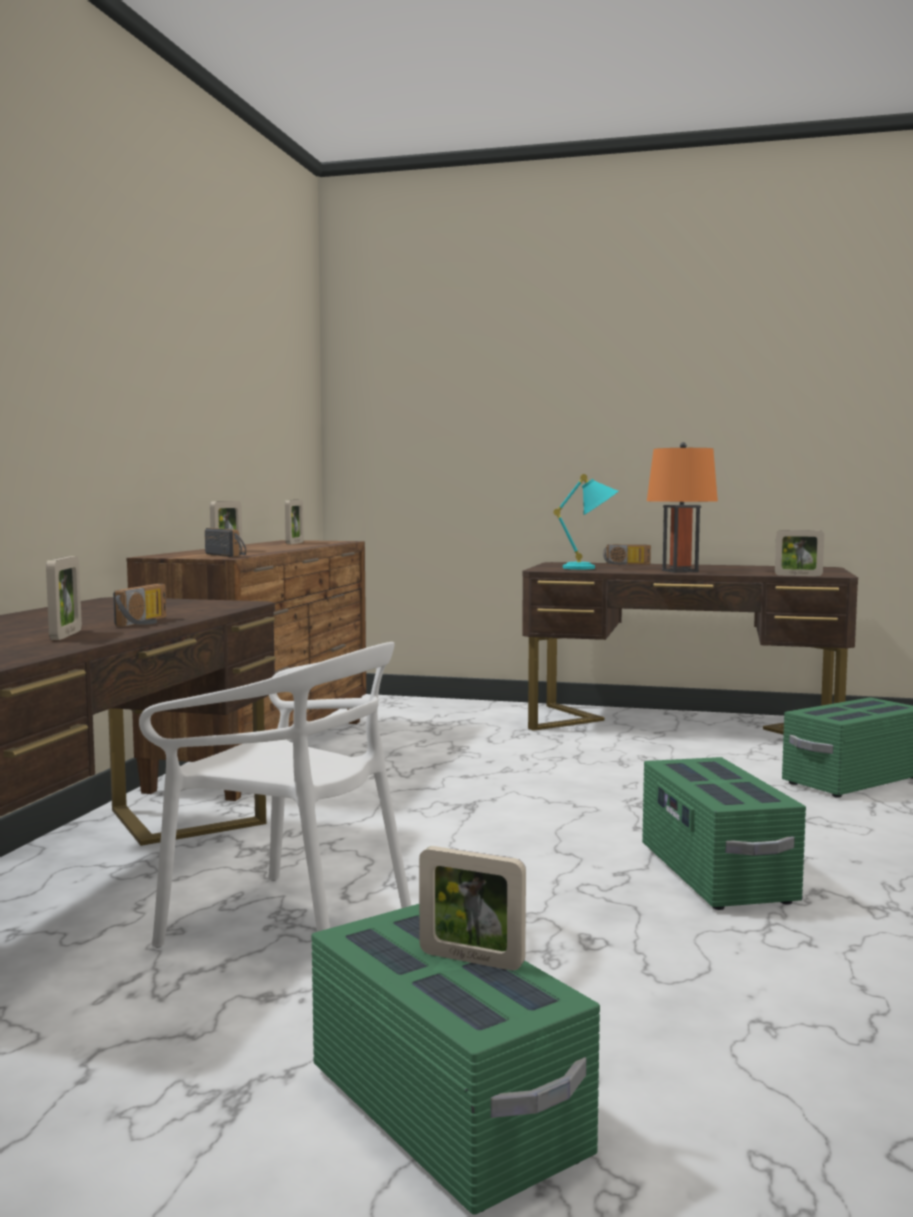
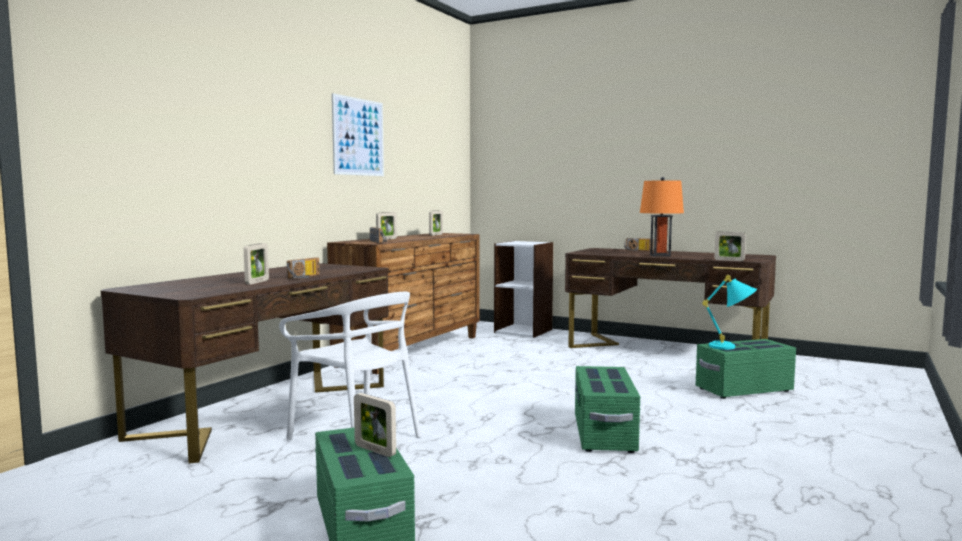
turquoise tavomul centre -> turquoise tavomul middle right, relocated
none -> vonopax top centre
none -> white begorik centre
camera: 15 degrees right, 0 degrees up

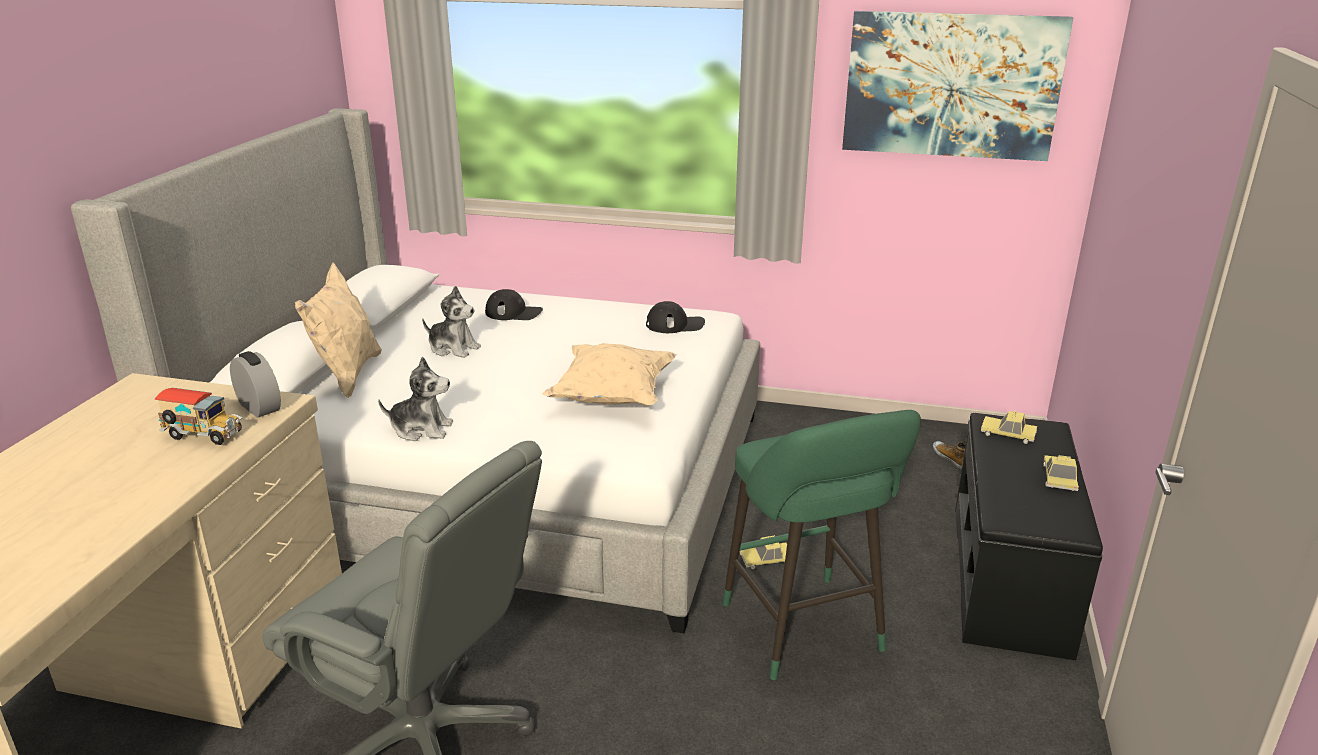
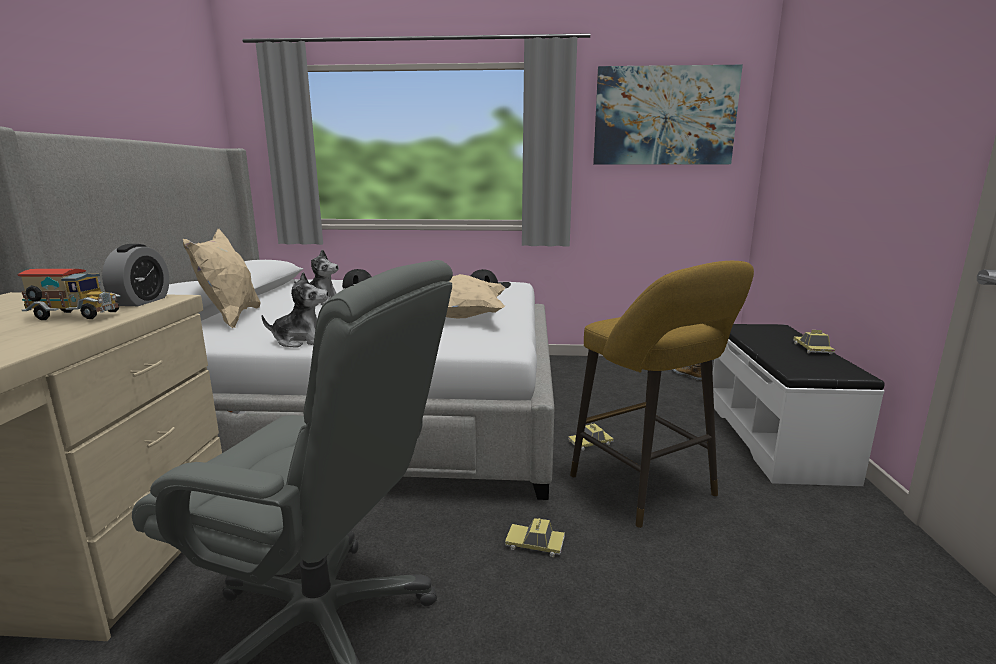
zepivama middle left, 60 degrees clockwise
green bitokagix bottom centre -> yellow bitokagix centre
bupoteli (no. 2 from left in the first image) middle right -> bupoteli (no. 1 from left) bottom centre, relocated
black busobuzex bottom right -> white busobuzex middle right
camera: 10 degrees left, 10 degrees down

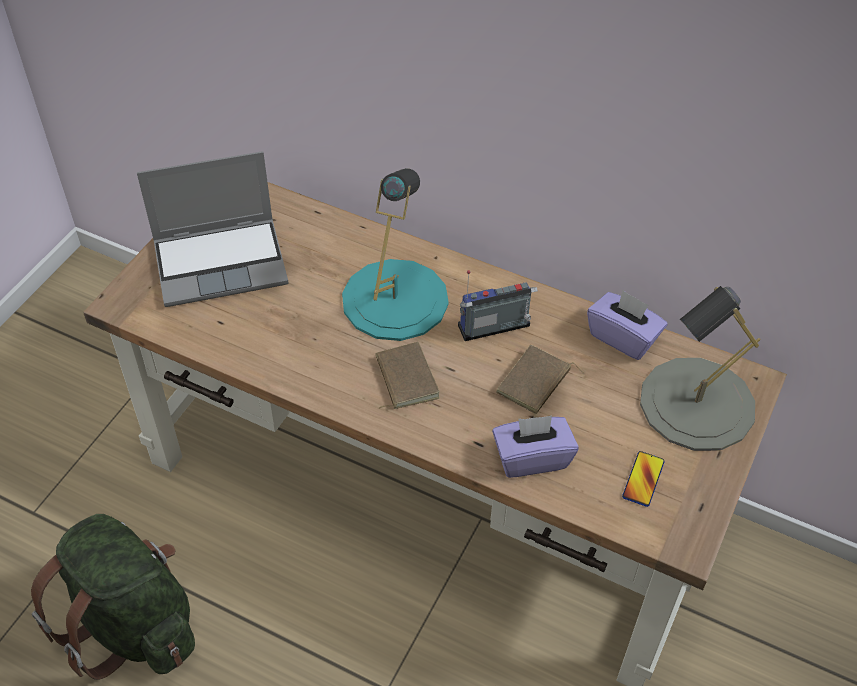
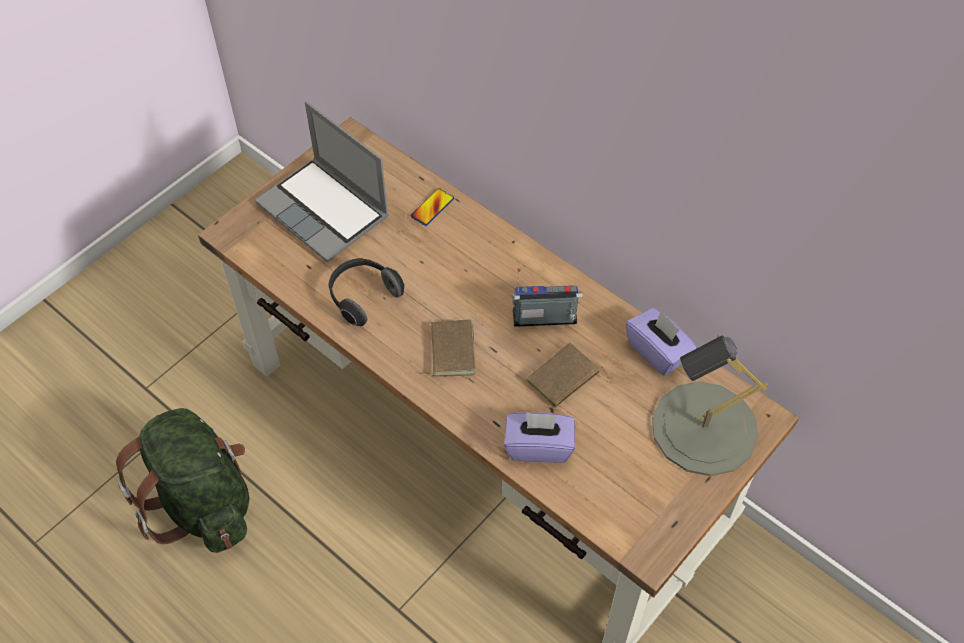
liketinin middle left -> liketinin top centre, 45 degrees clockwise
turquoise tavomul centre -> none
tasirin bottom right -> tasirin top centre, relocated
none -> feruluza centre
camera: 15 degrees right, 5 degrees up

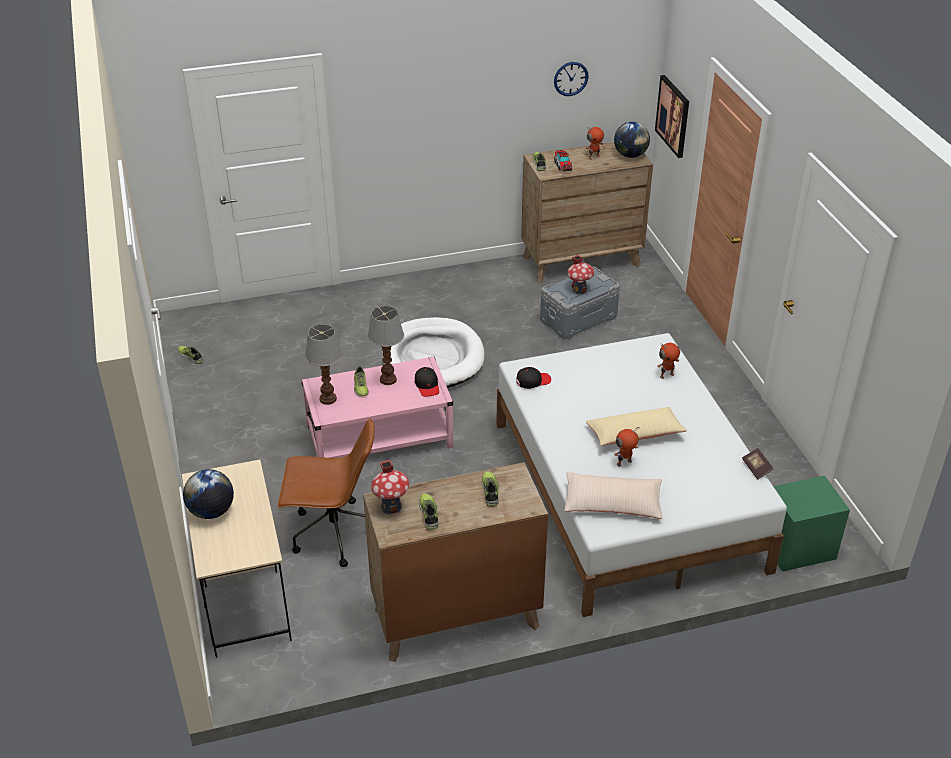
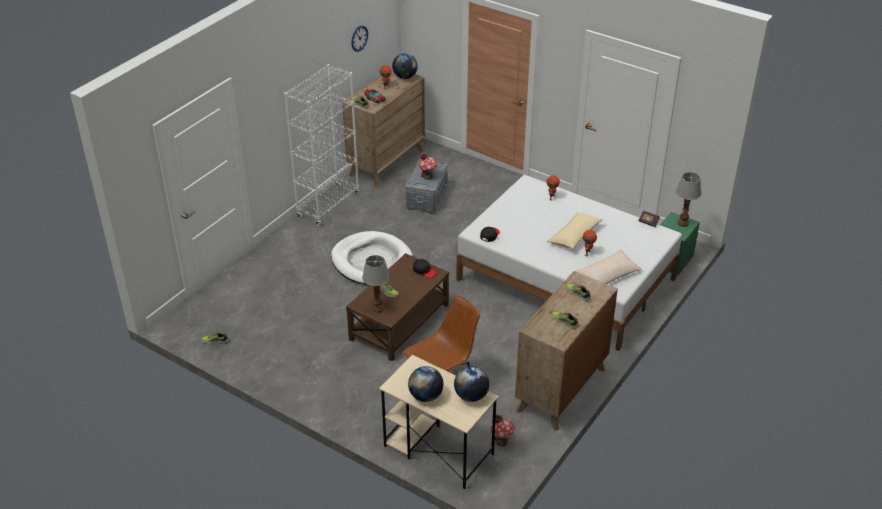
vonopax top right -> none
tavomul (no. 2 from left) centre -> tavomul (no. 2 from left) middle right, relocated
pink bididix centre -> brown bididix centre
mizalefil (no. 1 from left in the first image) centre -> mizalefil (no. 2 from left) bottom centre, relocated
none -> white begorik top centre
none -> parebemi (no. 3 from left) bottom centre
camera: 40 degrees left, 0 degrees up

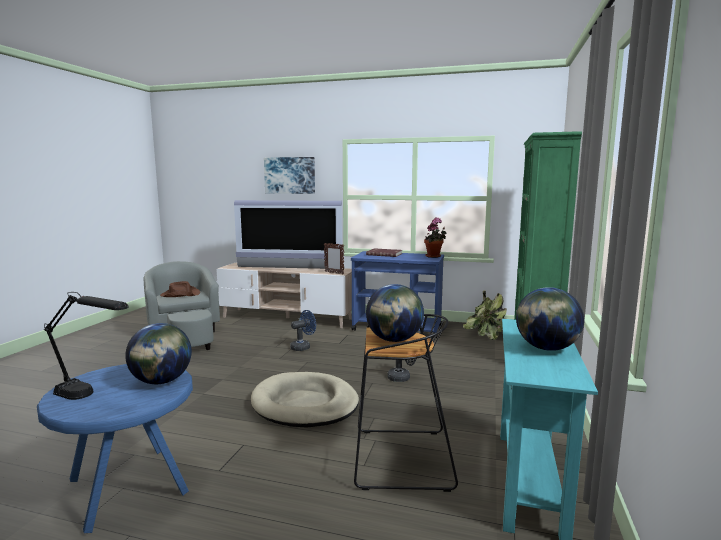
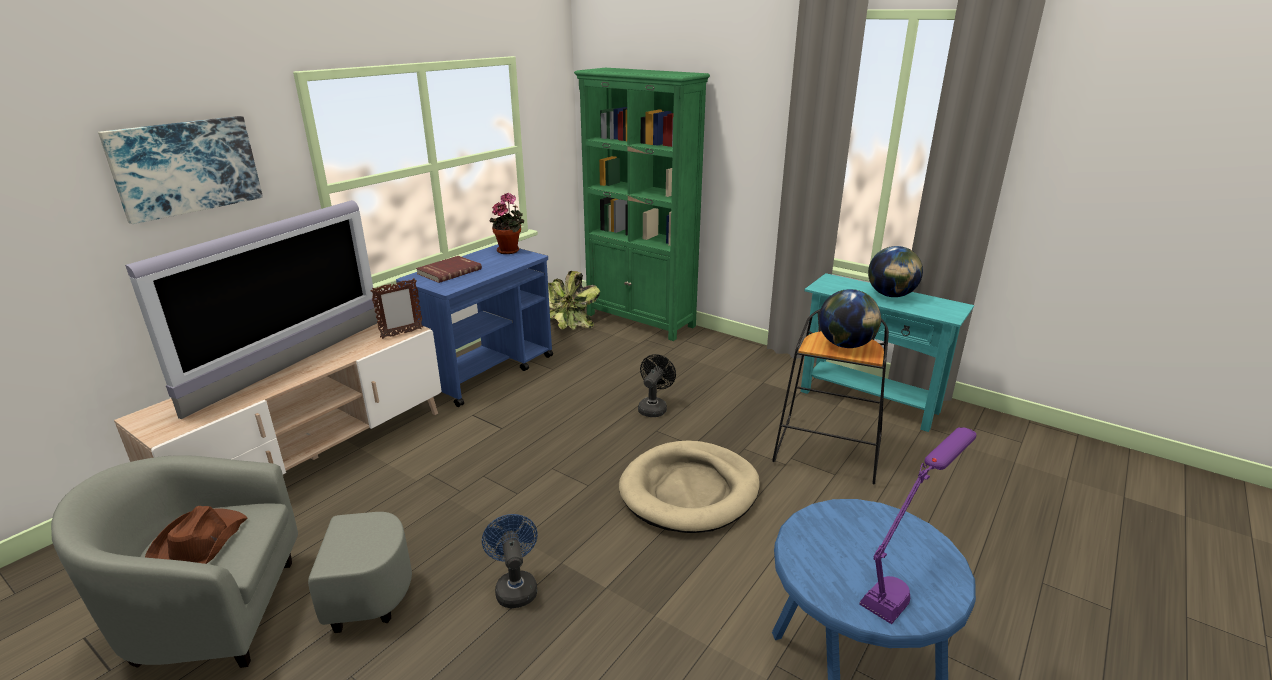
black tavomul middle left -> purple tavomul bottom right
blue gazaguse centre -> blue gazaguse bottom centre, relocated
parebemi (no. 1 from left) middle left -> none
camera: 70 degrees left, 15 degrees up

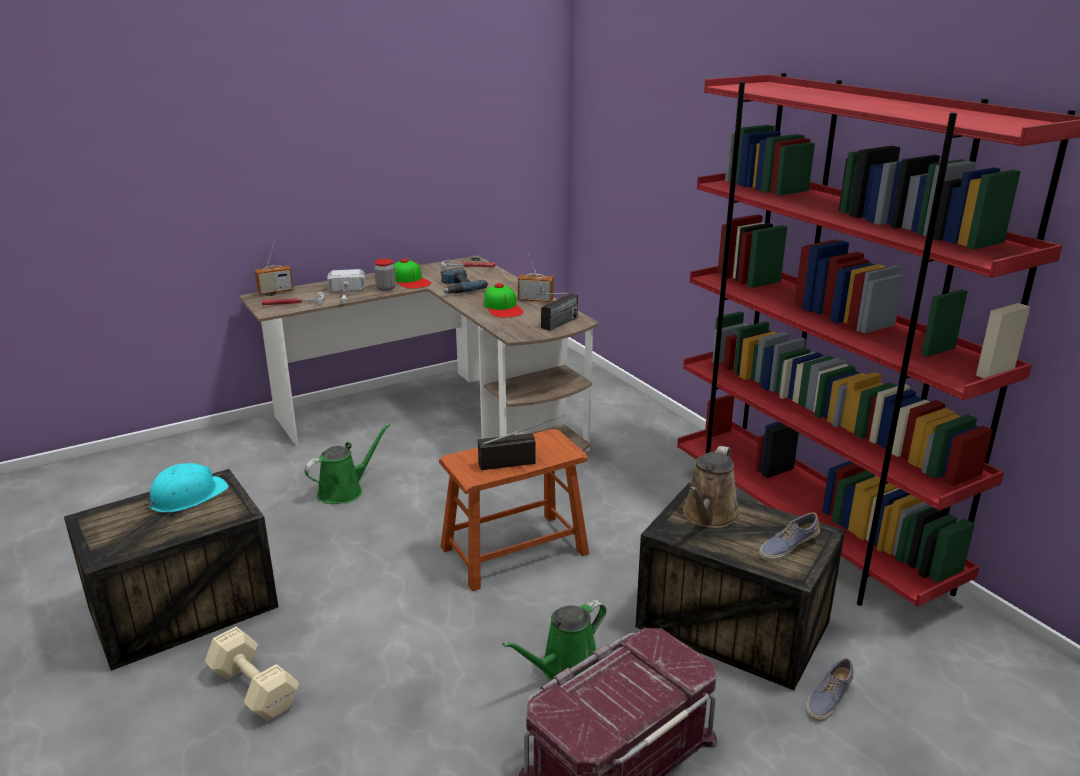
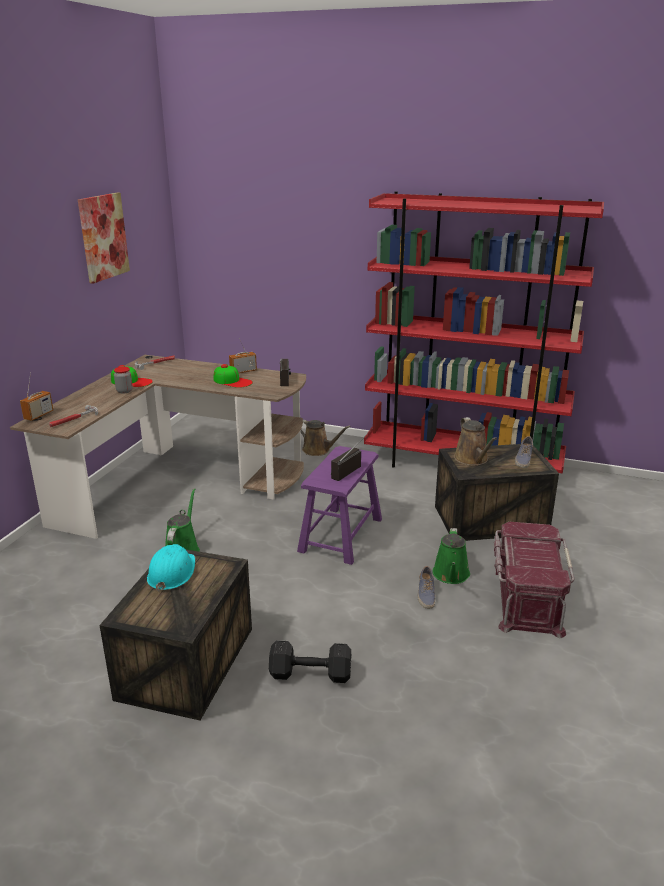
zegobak centre -> none
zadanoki (no. 2 from left) middle left -> none
brown bitokagix centre -> purple bitokagix centre
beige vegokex bottom left -> black vegokex bottom centre
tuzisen (no. 2 from left in the first image) bottom right -> tuzisen (no. 1 from left) centre, relocated
none -> vonopax top left
none -> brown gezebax (no. 1 from left) centre
camera: 40 degrees left, 0 degrees up

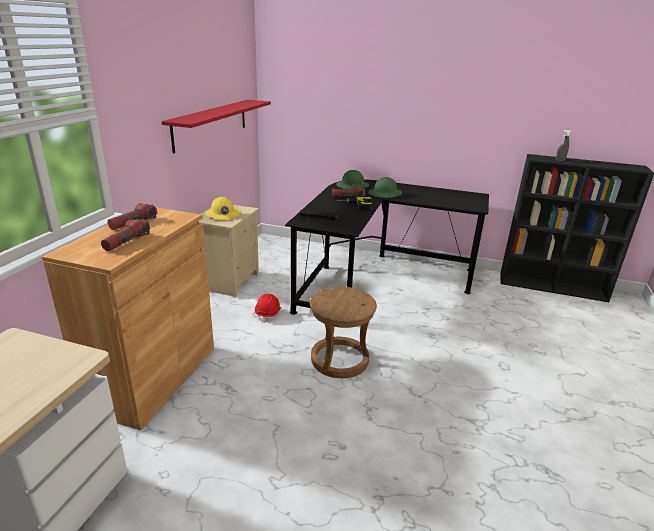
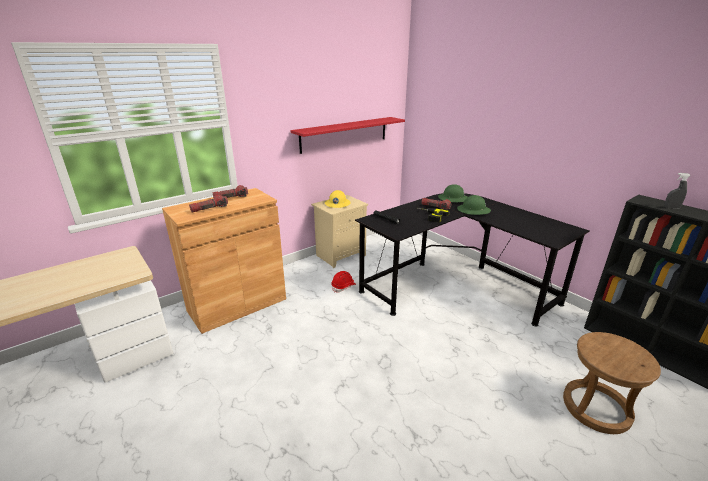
brown bitokagix centre -> brown bitokagix bottom right, relocated
camera: 35 degrees right, 0 degrees up

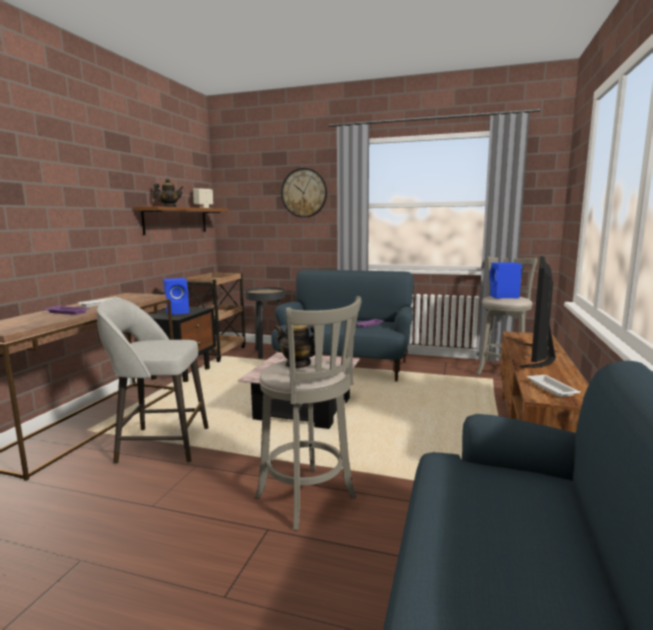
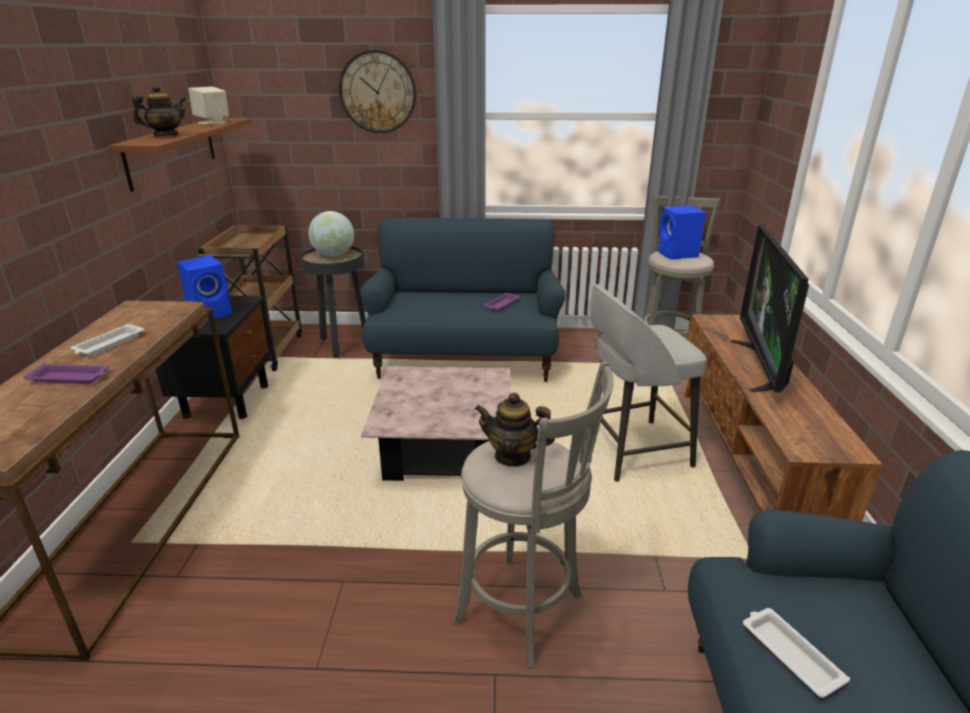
grey bitokagix (no. 1 from left in the first image) middle left -> grey bitokagix (no. 2 from left) middle right, relocated
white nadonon (no. 2 from left) middle right -> white nadonon (no. 2 from left) bottom right, relocated
none -> parebemi top centre
camera: 15 degrees left, 15 degrees up

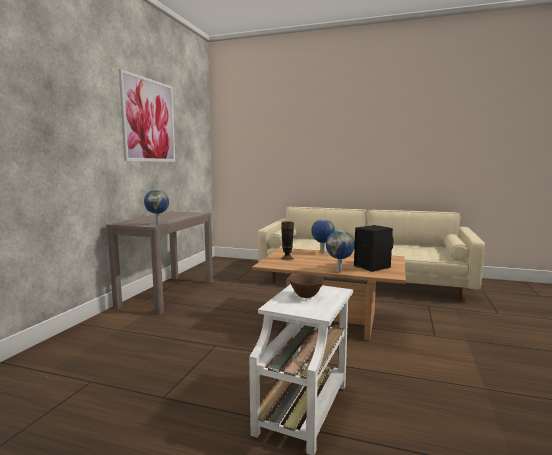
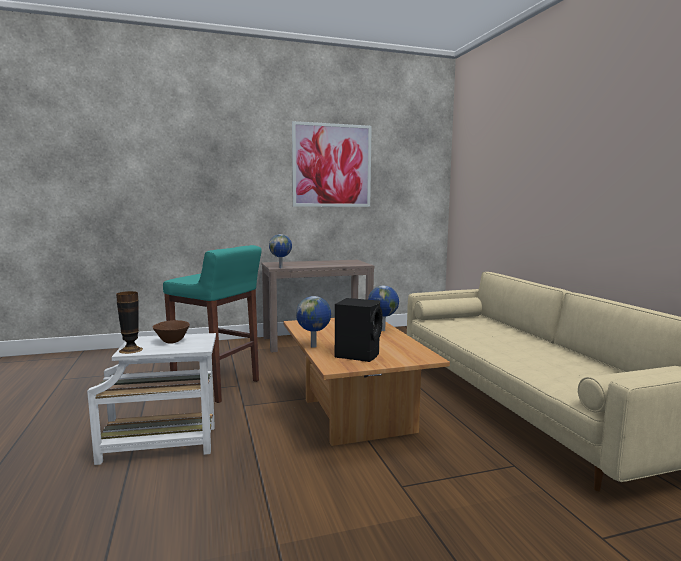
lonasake centre -> lonasake middle left, relocated
none -> turquoise bitokagix middle left
camera: 55 degrees right, 0 degrees up

